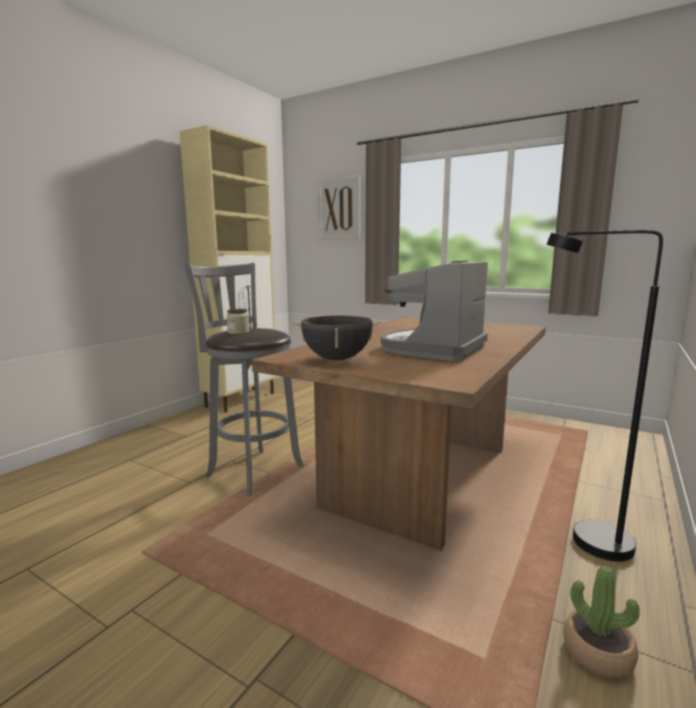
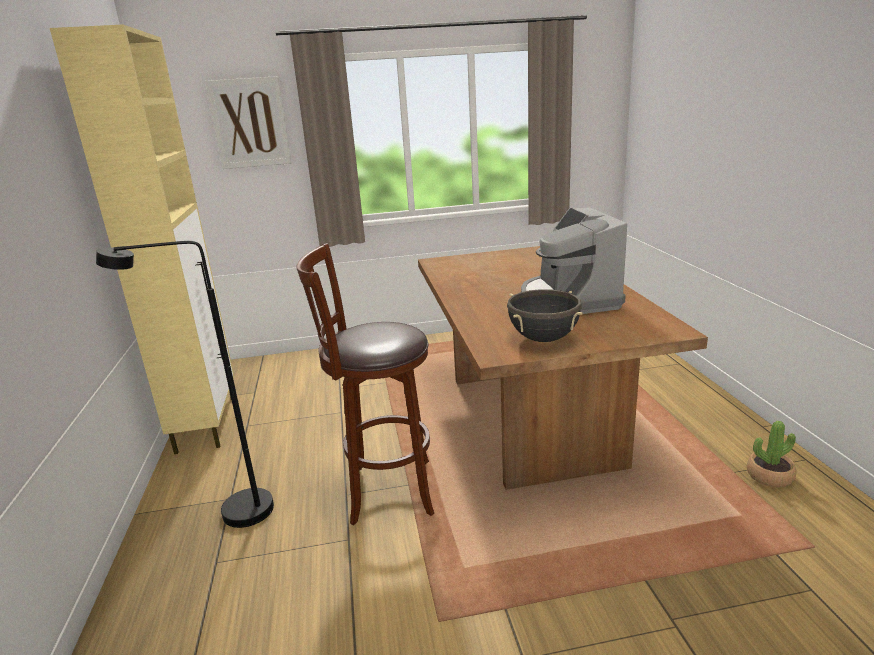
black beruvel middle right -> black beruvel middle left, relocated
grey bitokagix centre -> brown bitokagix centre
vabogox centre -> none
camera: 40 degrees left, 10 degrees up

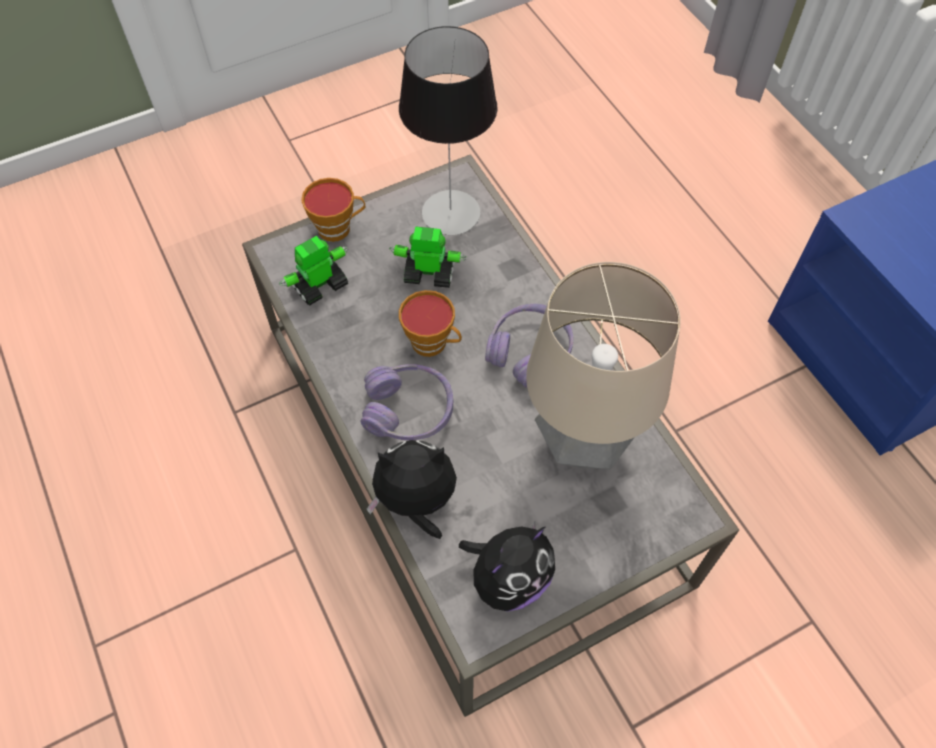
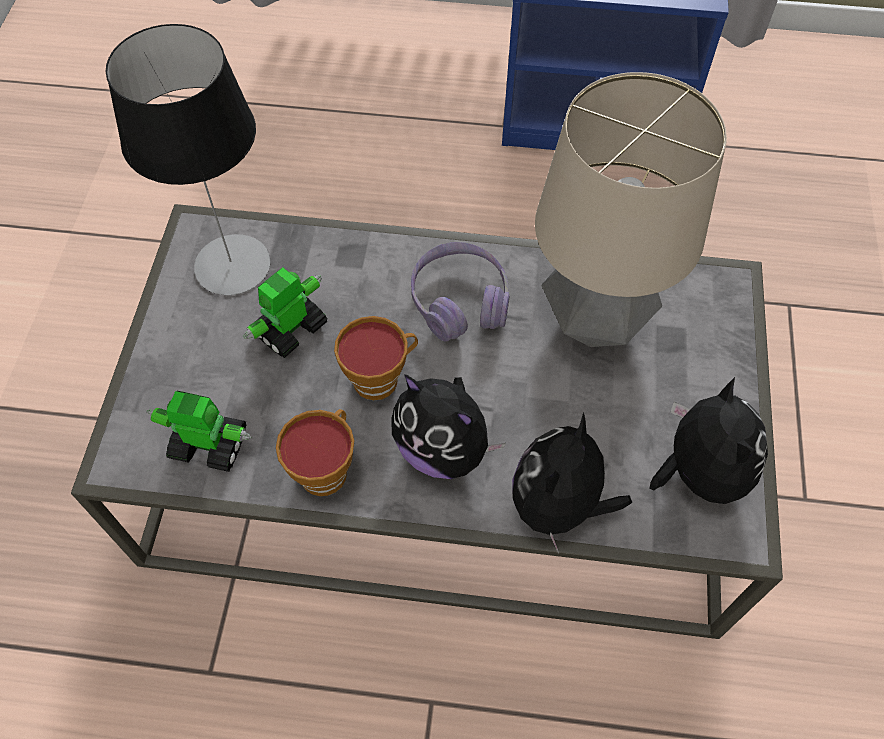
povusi (no. 1 from left) top centre -> povusi (no. 1 from left) centre, relocated
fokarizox (no. 1 from left) centre -> fokarizox (no. 1 from left) middle left, 105 degrees clockwise
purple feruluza (no. 1 from left) centre -> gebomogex (no. 1 from left) centre
camera: 55 degrees left, 0 degrees up

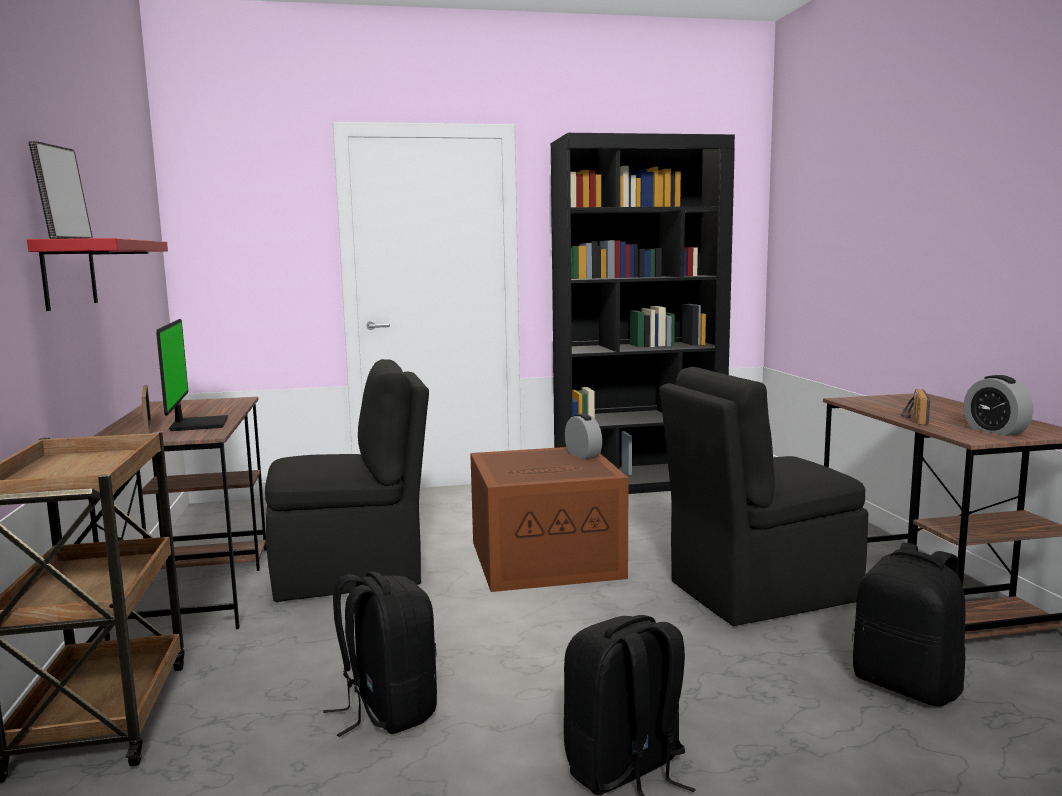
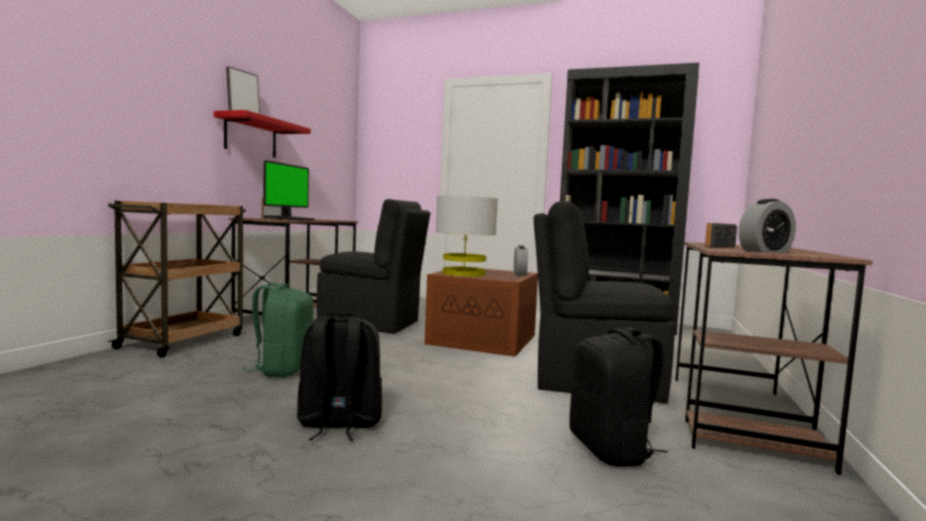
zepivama (no. 2 from left) middle right, 120 degrees counterclockwise
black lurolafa (no. 1 from left) bottom centre -> green lurolafa middle left
none -> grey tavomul centre
camera: 30 degrees right, 5 degrees down

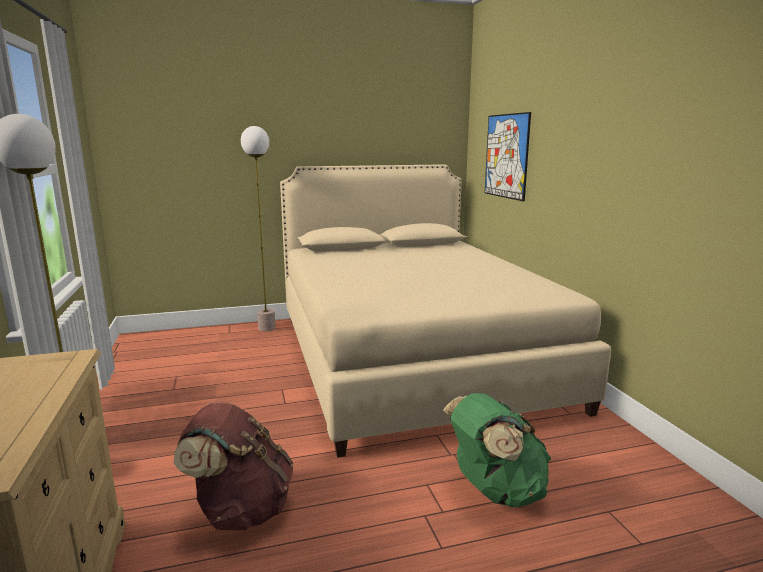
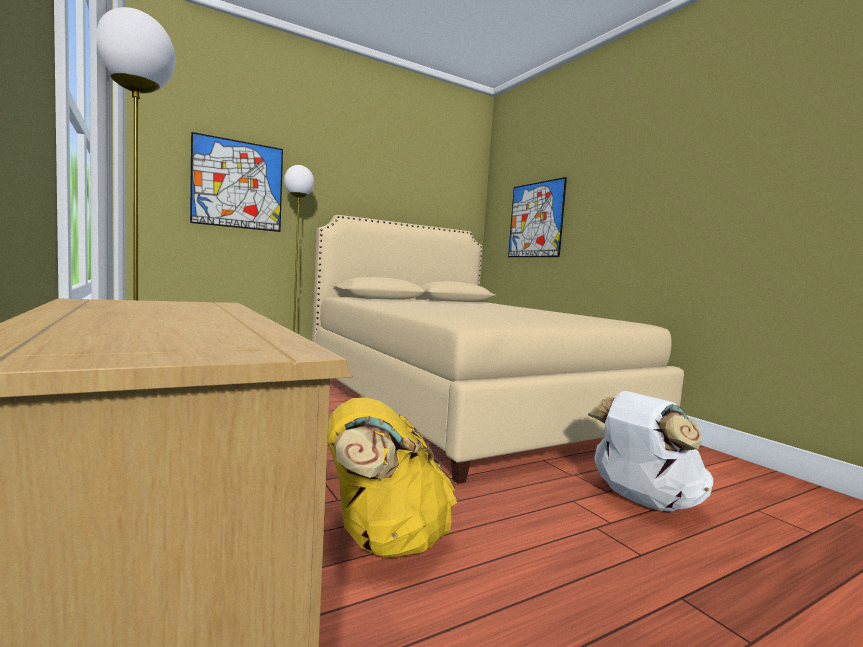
green lurolafa bottom centre -> white lurolafa bottom right
brown lurolafa bottom left -> yellow lurolafa bottom centre
none -> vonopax (no. 1 from left) top left
camera: 15 degrees left, 10 degrees down

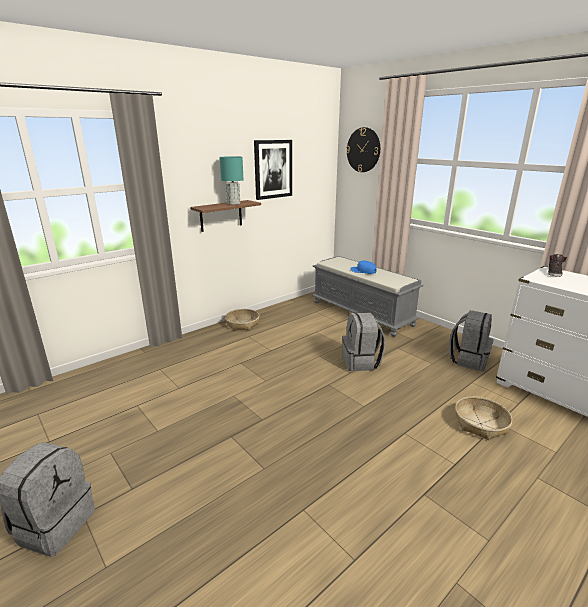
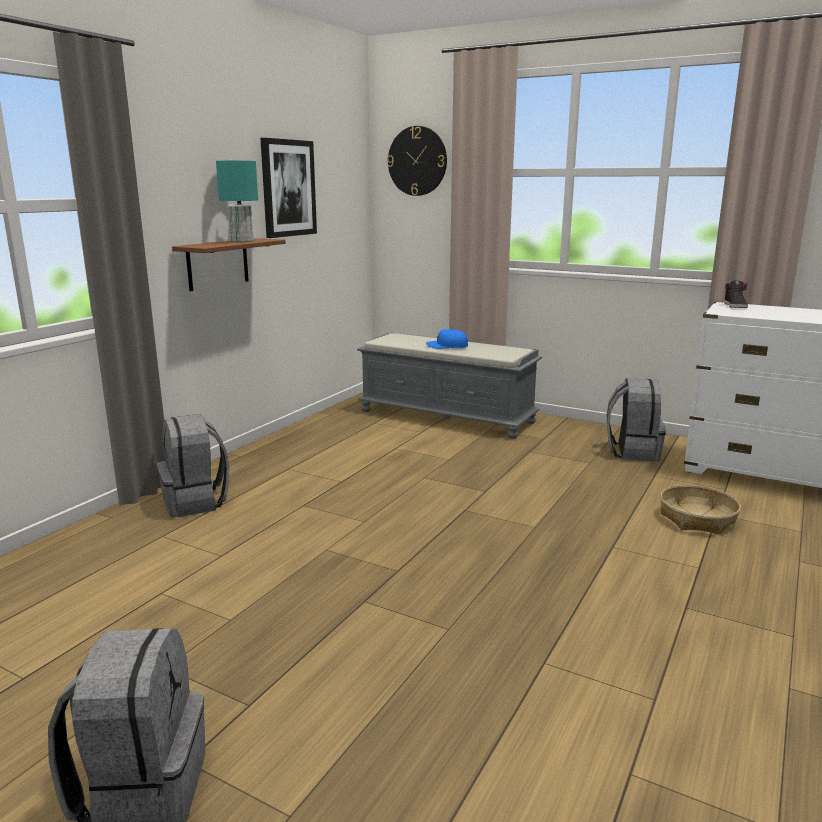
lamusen (no. 1 from left) centre -> none
grey lurolafa (no. 2 from left) centre -> grey lurolafa (no. 2 from left) middle left, relocated
camera: 20 degrees left, 5 degrees down

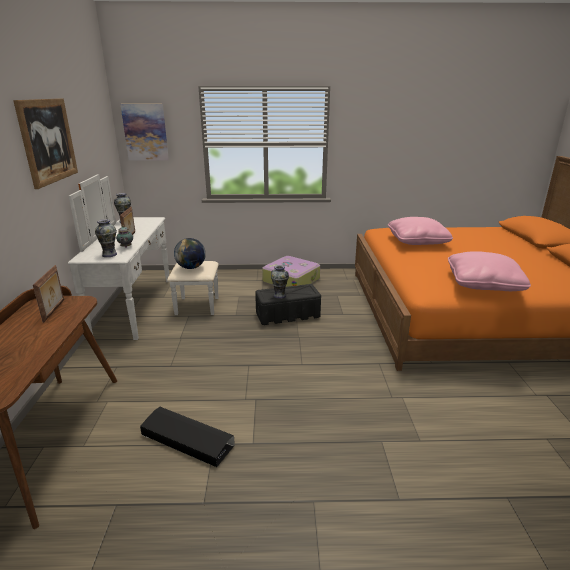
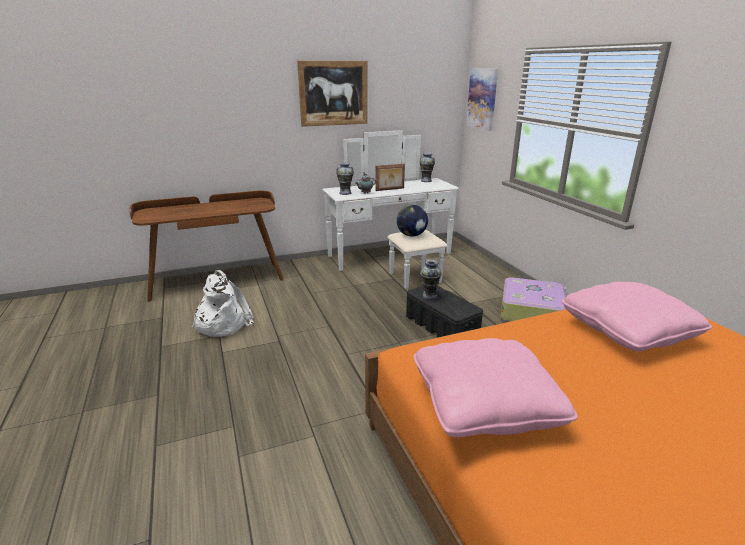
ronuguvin (no. 1 from left) middle left -> none
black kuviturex (no. 1 from left) bottom left -> white lurolafa middle left
camera: 70 degrees right, 0 degrees up

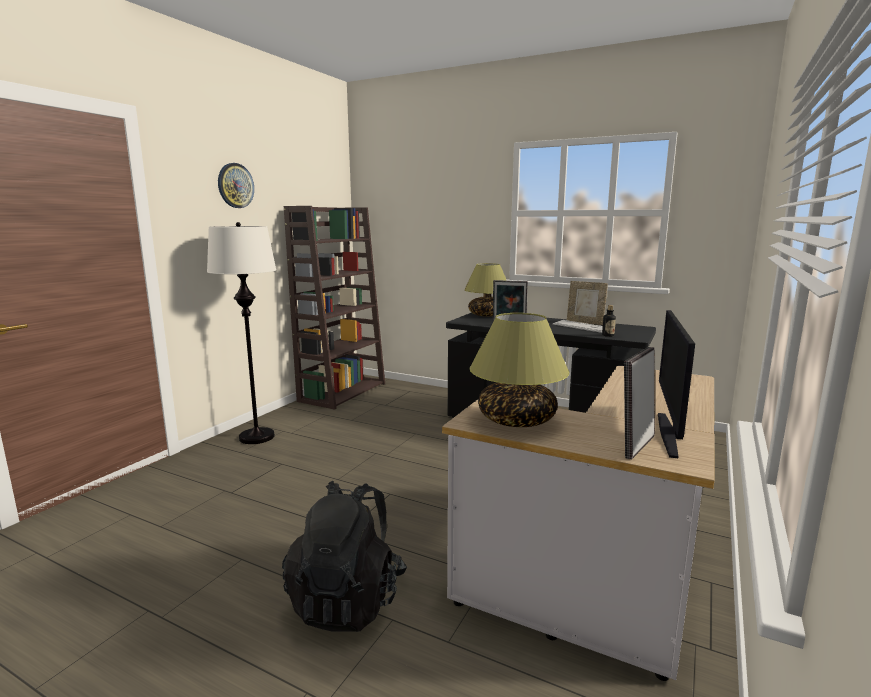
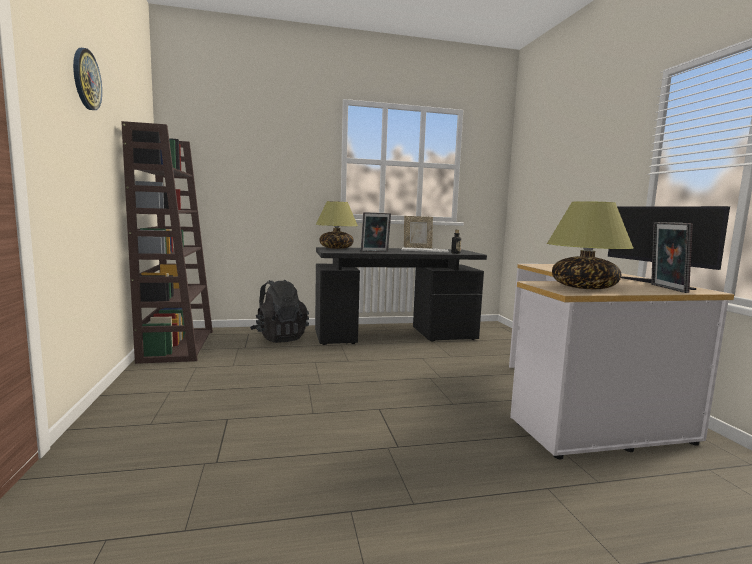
white beruvel middle left -> none
black lurolafa bottom centre -> black lurolafa centre, relocated
camera: 40 degrees left, 5 degrees down

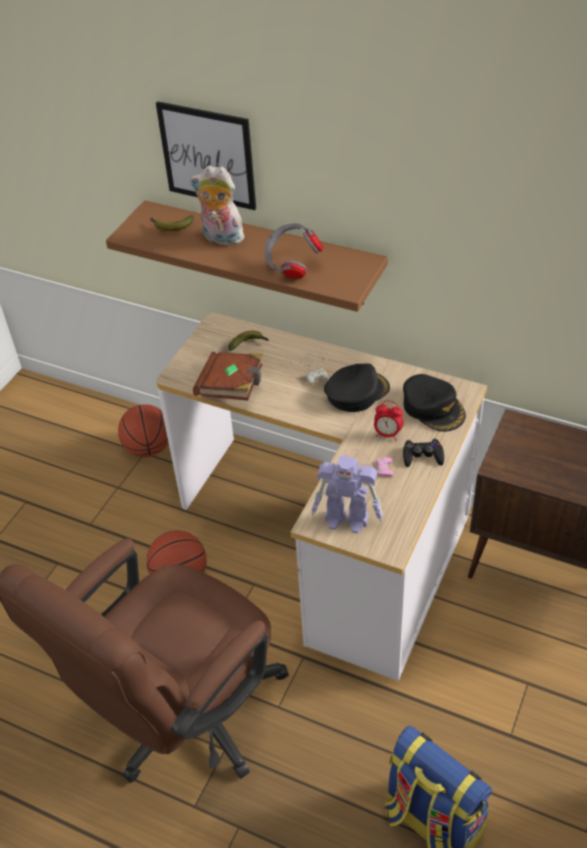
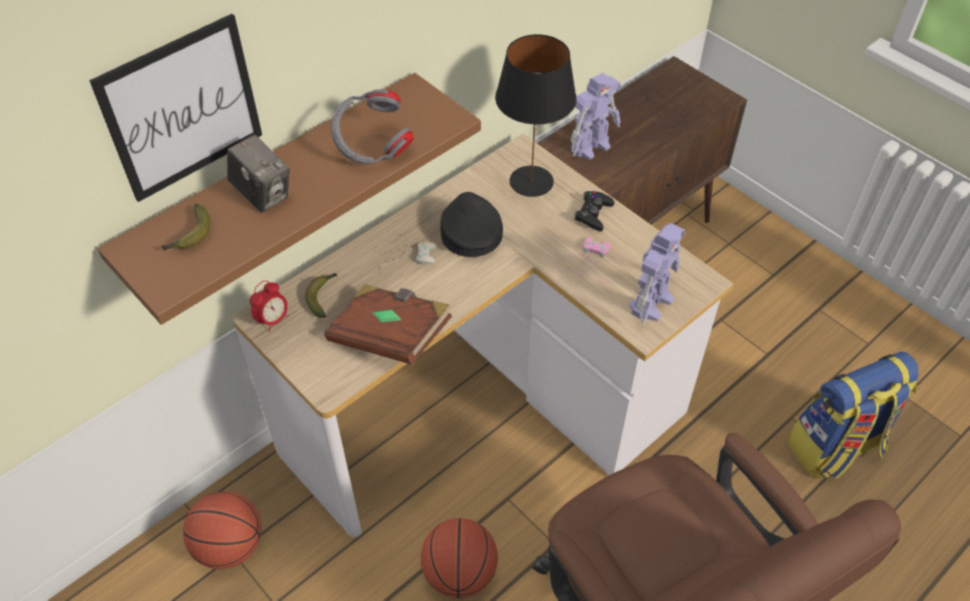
gebomogex top centre -> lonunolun top left
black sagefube (no. 2 from left) middle right -> black tavomul top centre
zepivama centre -> zepivama middle left, relocated
none -> fokarizox (no. 1 from left) top centre
camera: 70 degrees left, 5 degrees up

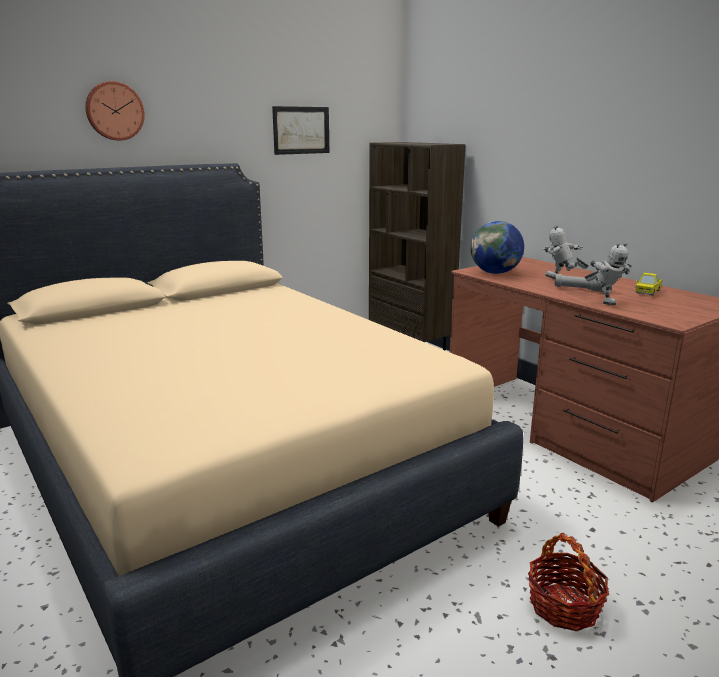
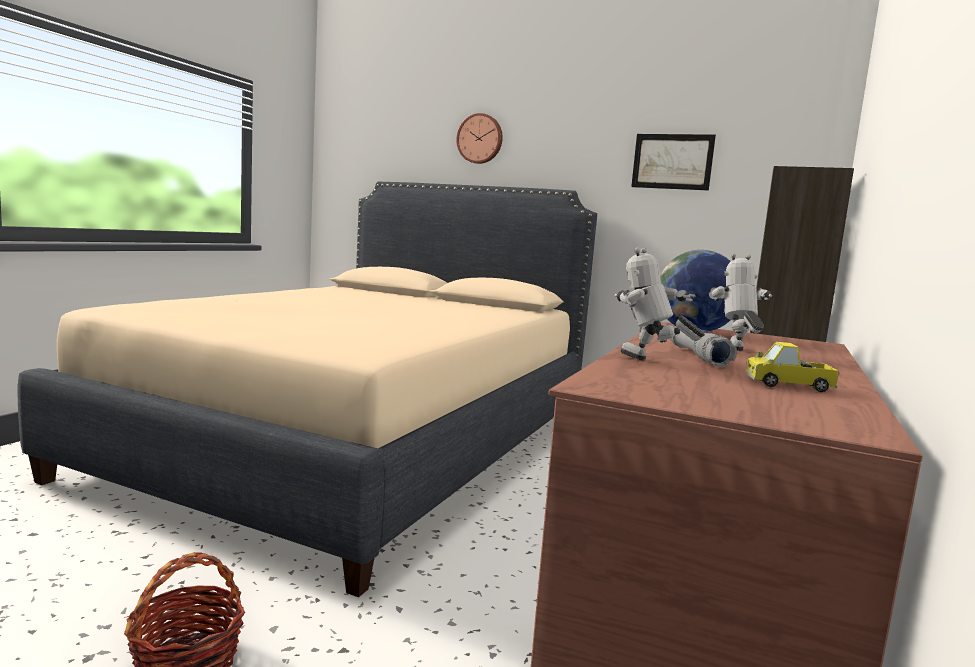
fokarizox (no. 2 from left in the first image) middle right -> fokarizox (no. 1 from left) middle right, 90 degrees clockwise
camera: 60 degrees right, 10 degrees down

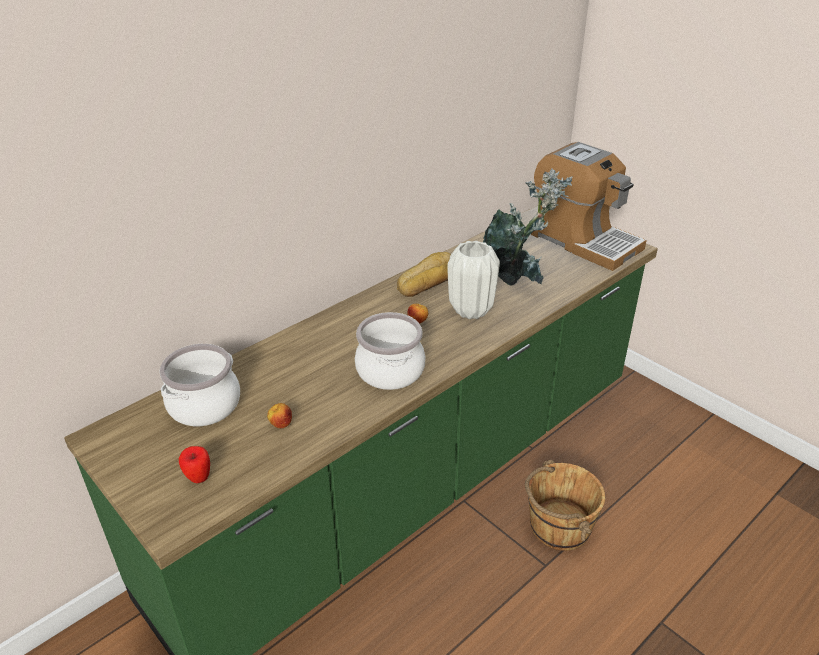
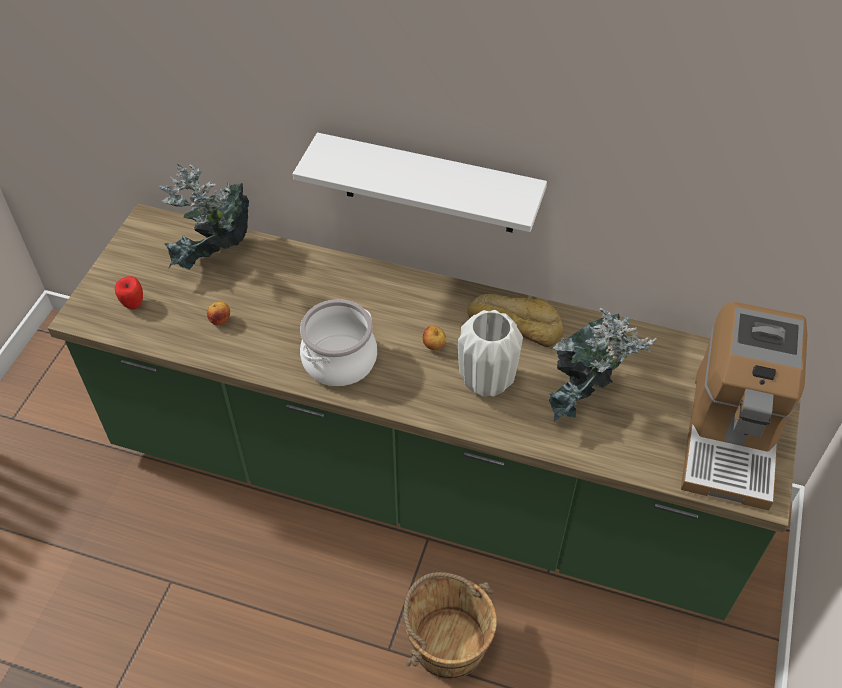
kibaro (no. 1 from left) middle left -> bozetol (no. 1 from left) top left
none -> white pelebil top centre
camera: 60 degrees right, 15 degrees up

